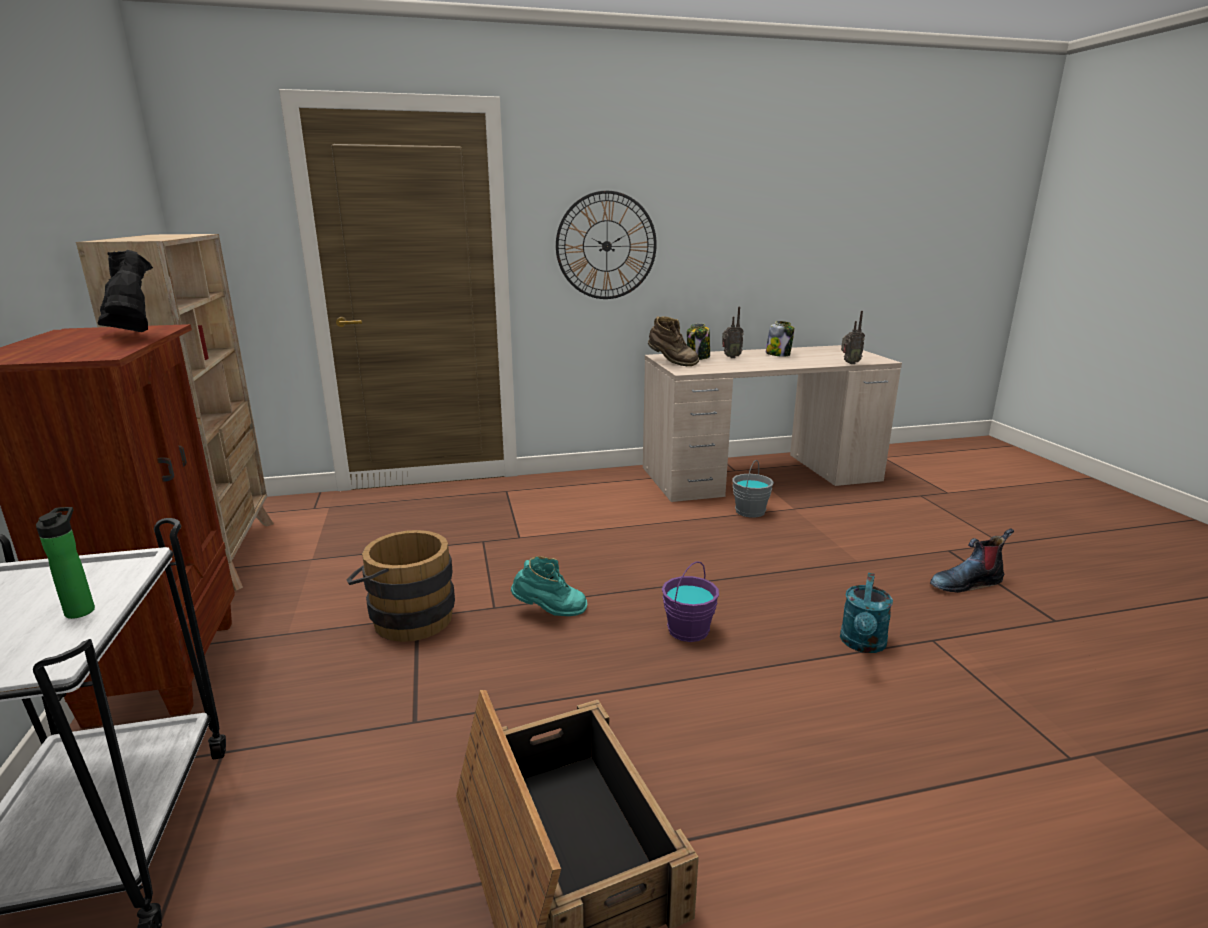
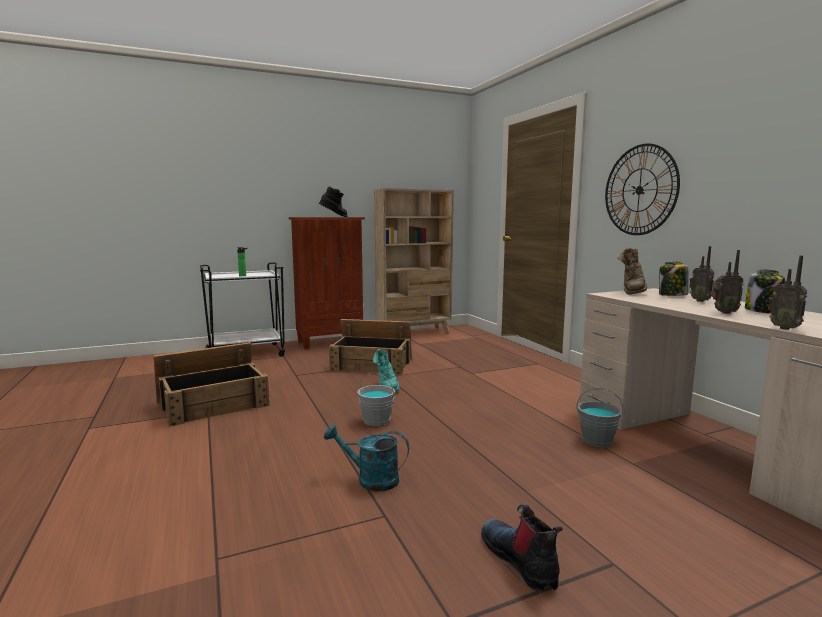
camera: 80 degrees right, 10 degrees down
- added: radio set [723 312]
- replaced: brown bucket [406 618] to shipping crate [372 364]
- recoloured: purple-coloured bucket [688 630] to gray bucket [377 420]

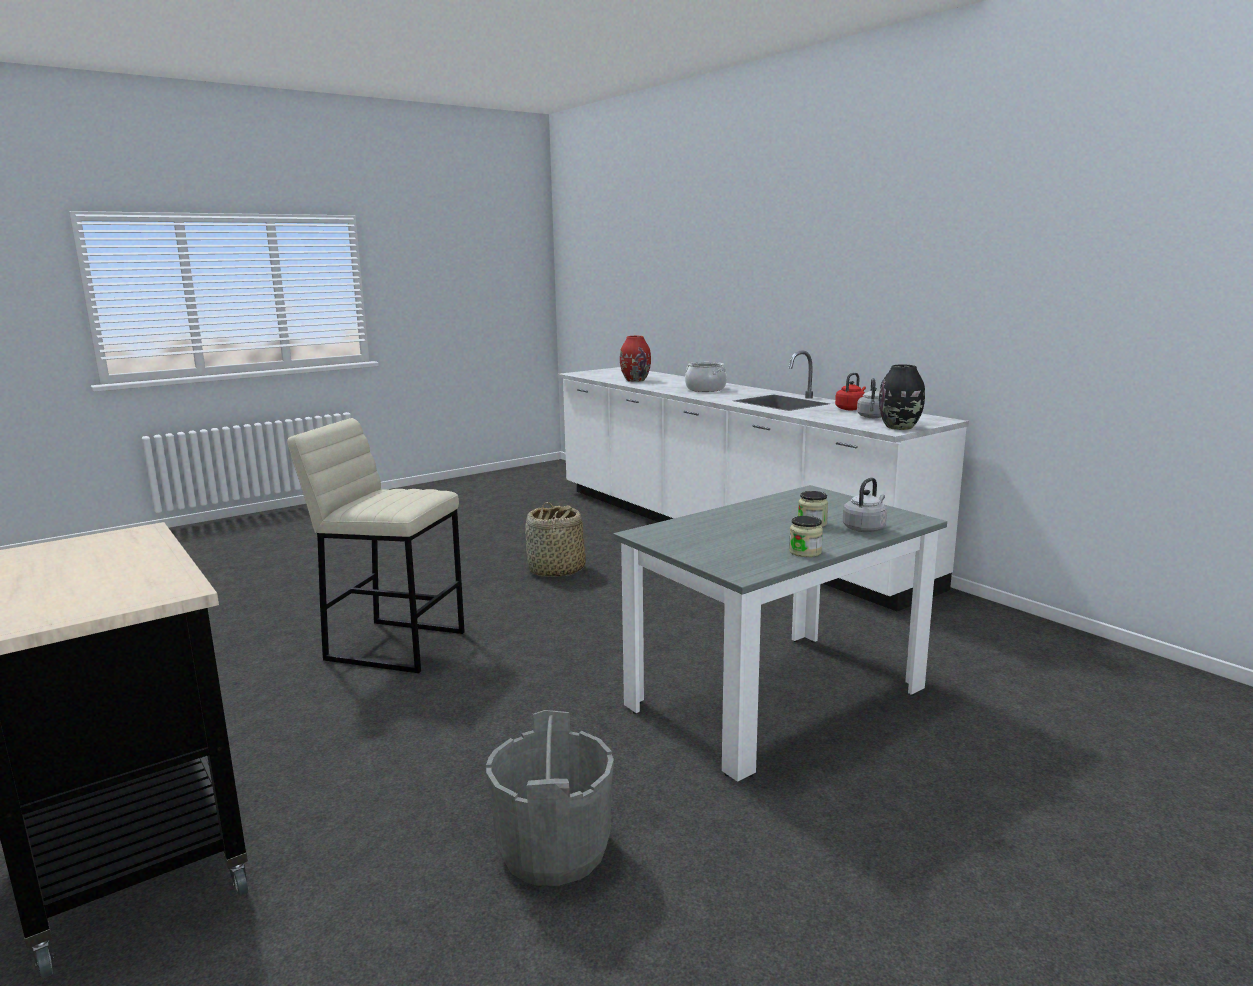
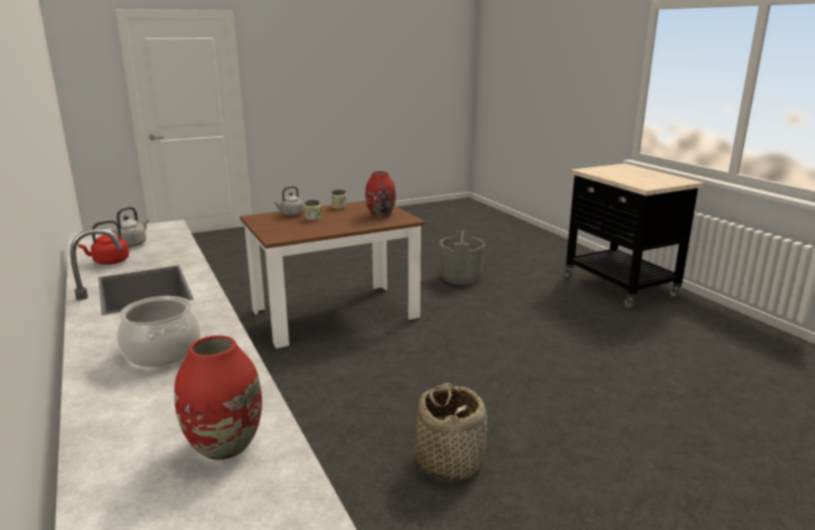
camera: 170 degrees left, 5 degrees up
- removed: sand-coloured stool [392 645]
- removed: black-coloured flower vase [900 427]
- added: red flower vase [380 214]
- recoloured: gray dinner table [776 698] to brown dinner table [335 315]

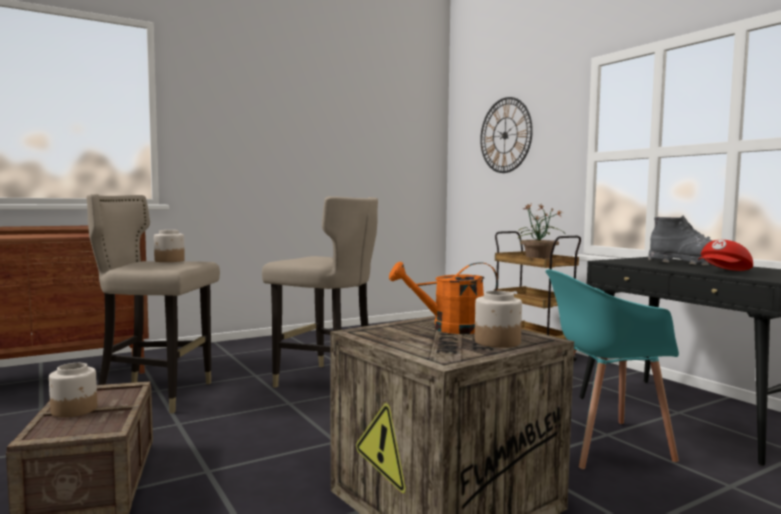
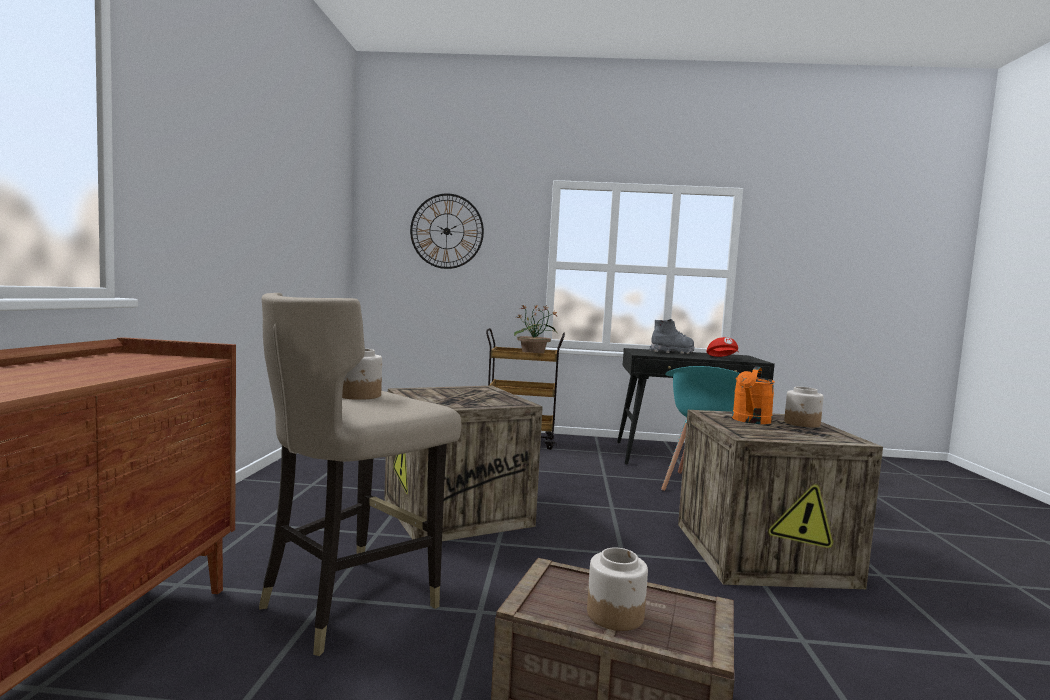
camera: 55 degrees left, 0 degrees up
- replaced: sand-coloured stool [326 381] to shipping crate [459 512]

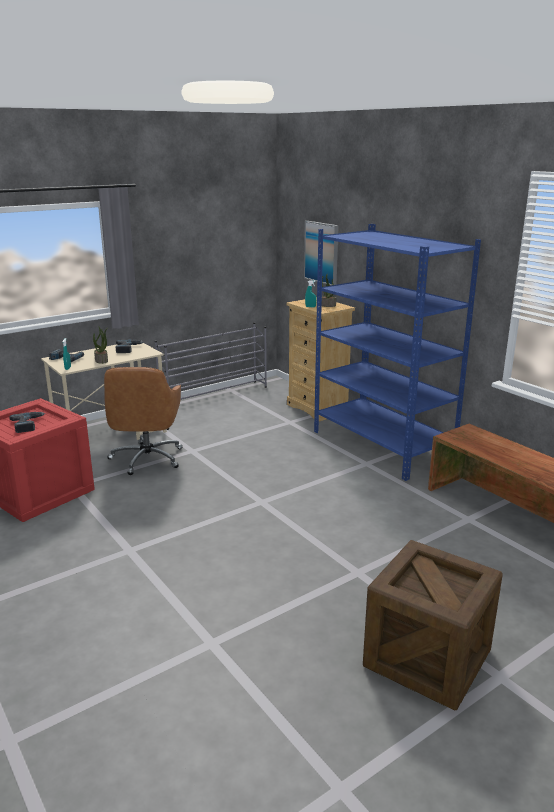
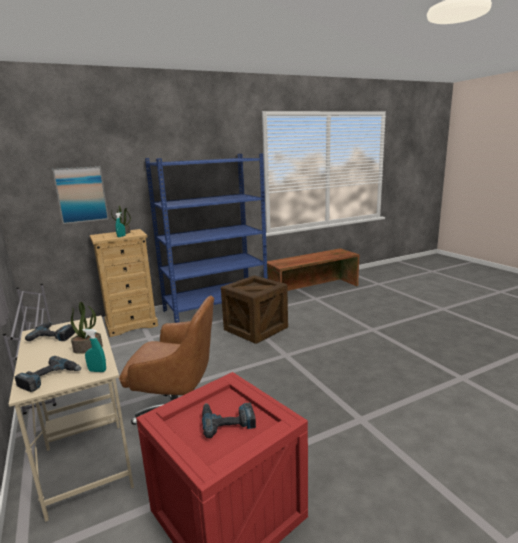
camera: 80 degrees left, 5 degrees down
- moved: shipping crate [427 658] to [256 329]

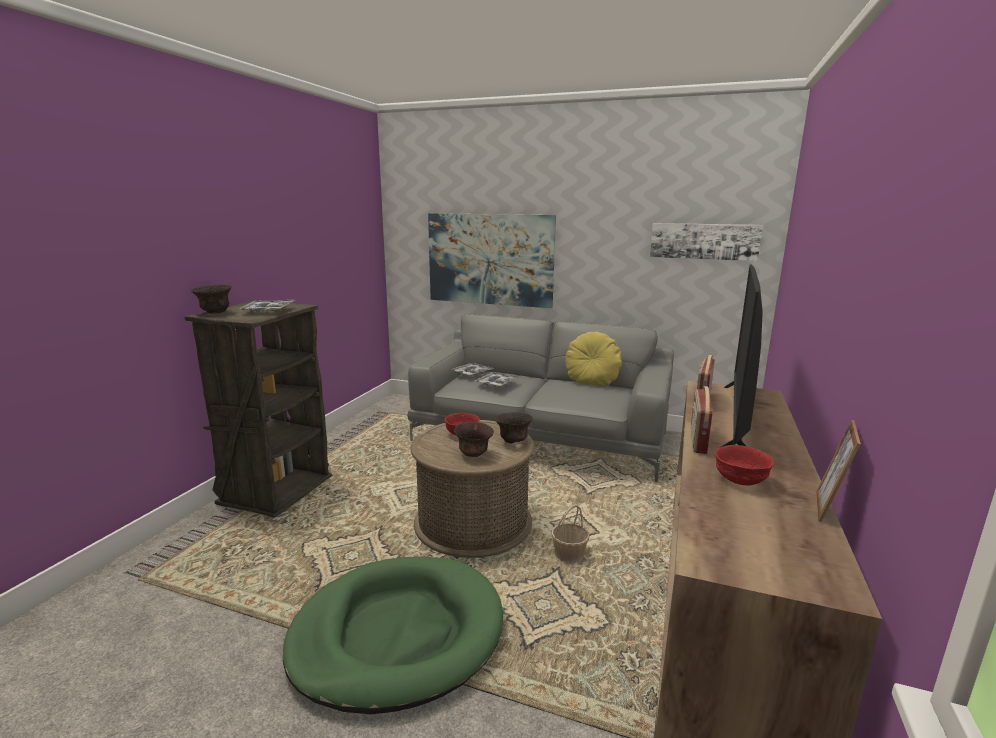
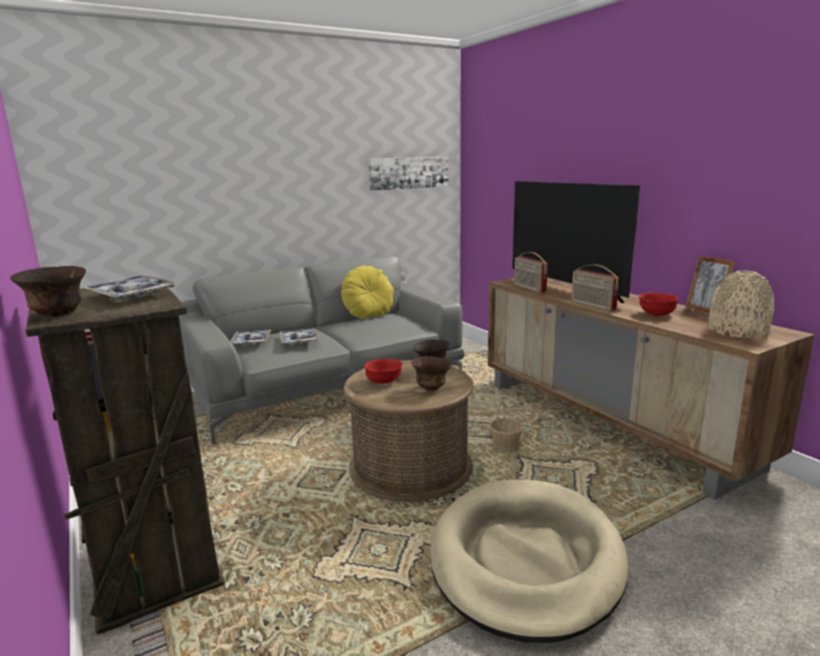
camera: 50 degrees left, 0 degrees up
- removed: picture [490 259]
- added: sand-coloured flower vase [737 330]
- recoloured: greenish pet bed [397 635] to sand-coloured pet bed [525 560]

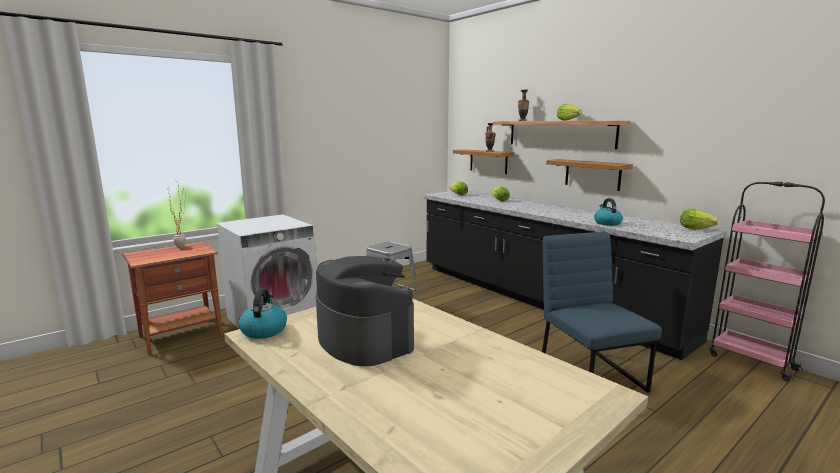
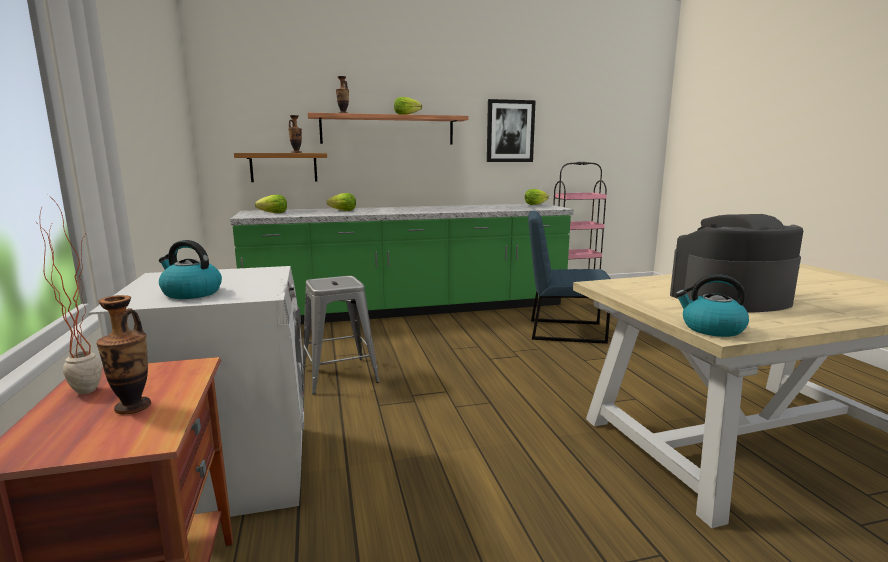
camera: 65 degrees left, 0 degrees up
- removed: wall shelf [592 174]
- added: flower vase [132 407]
- added: picture [510 131]
- moved: tea kettle [607 223] to [191 293]
- recoloured: black-coloured kitchen counter [538 299] to greenish kitchen counter [411 310]

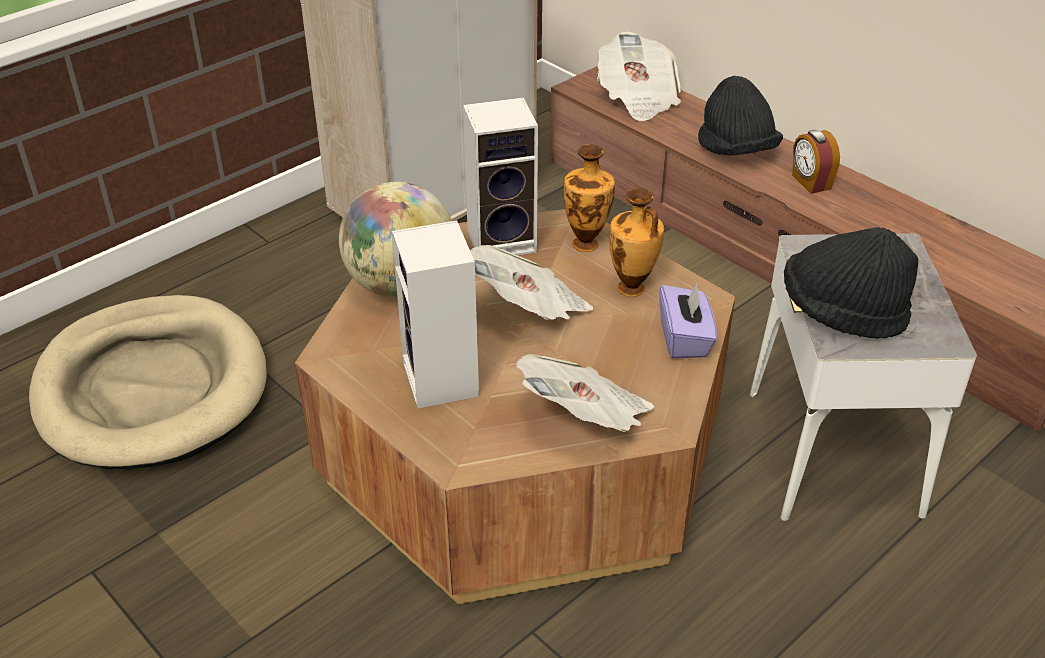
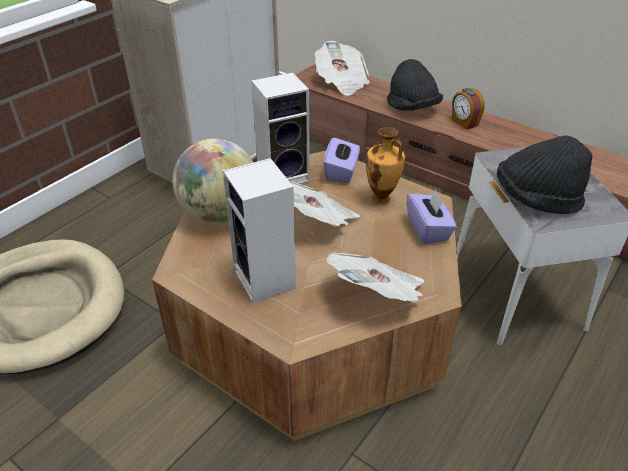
camera: 10 degrees left, 0 degrees up
- replaced: flower vase [586 243] to purple-coloured tissue holder [341 172]

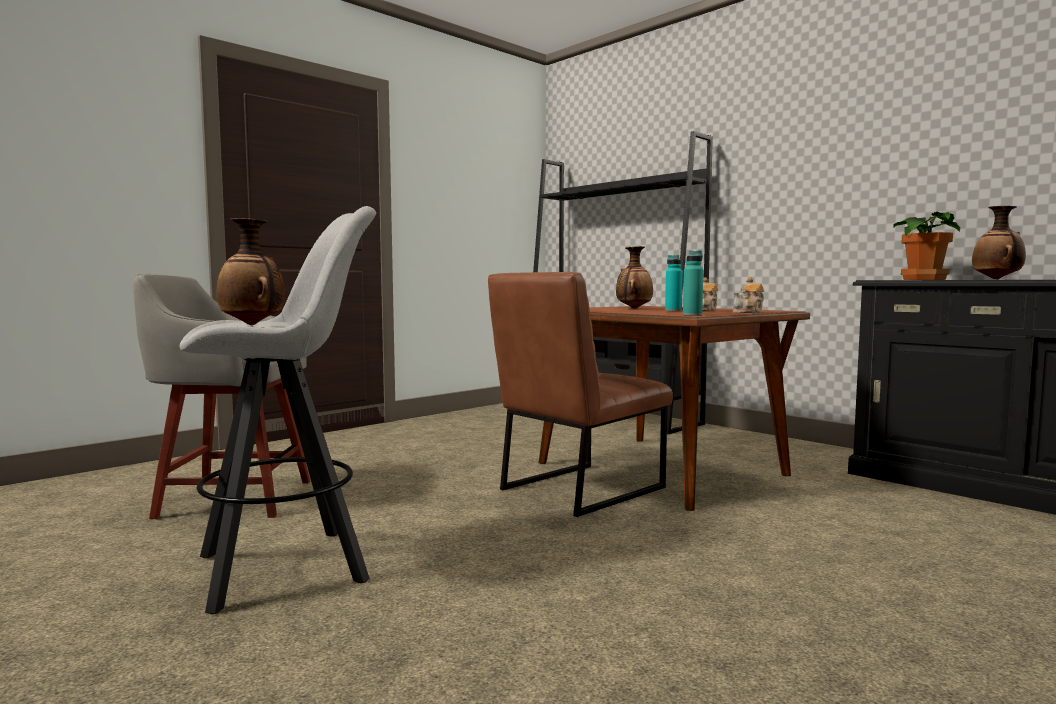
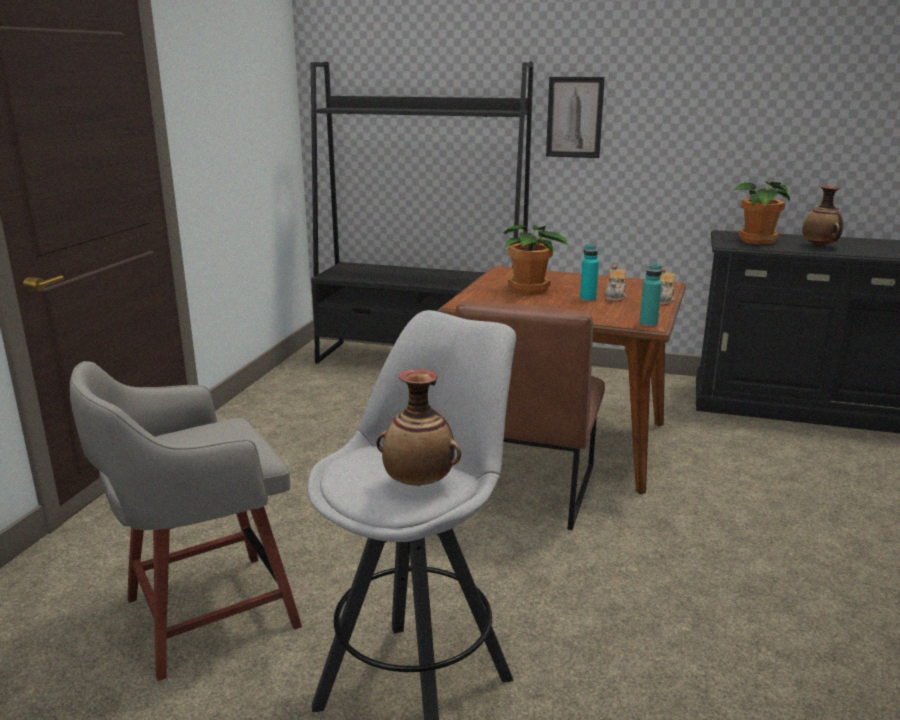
camera: 30 degrees left, 15 degrees up
- added: picture [574 117]
- replaced: flower vase [633 308] to potted plant [530 290]

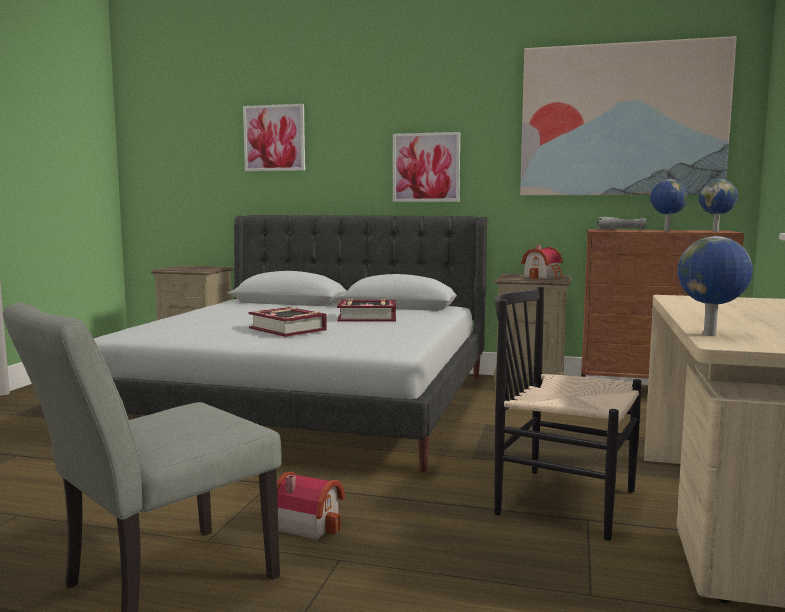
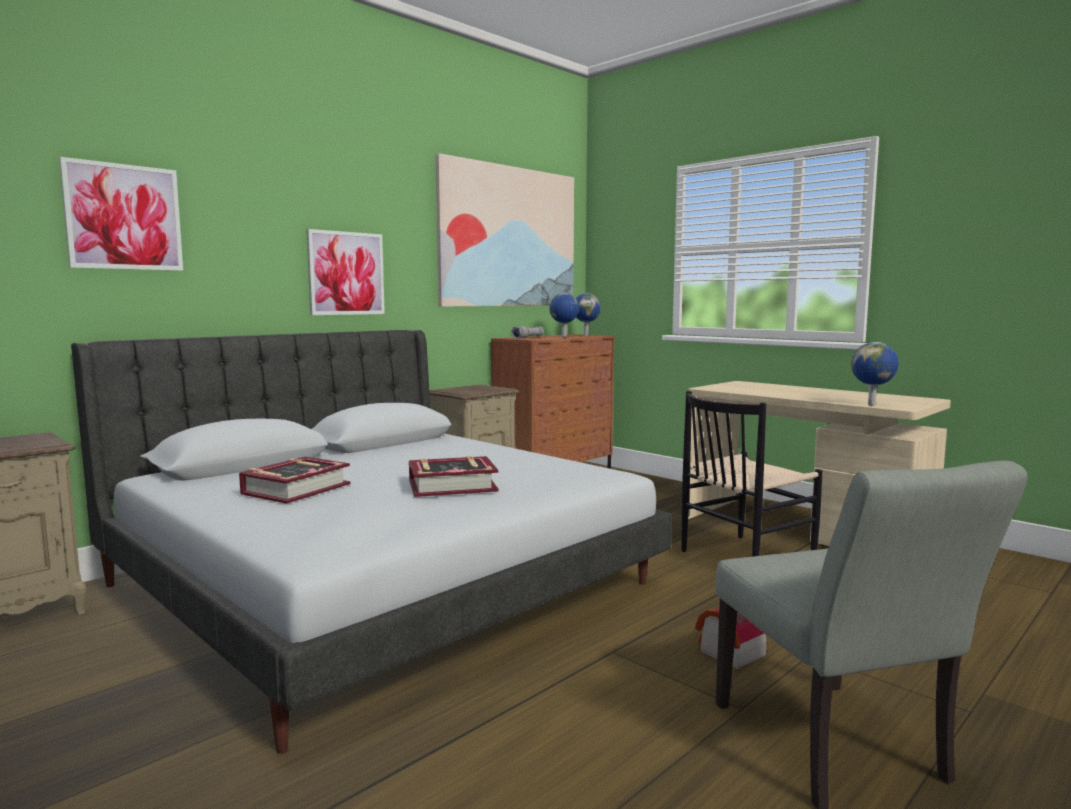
camera: 60 degrees left, 0 degrees up
- removed: toy house [544 277]
- moved: book [367 317] to [296 489]

